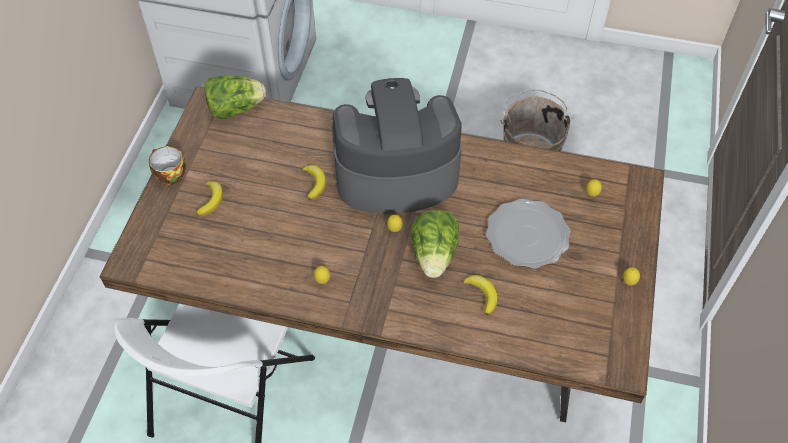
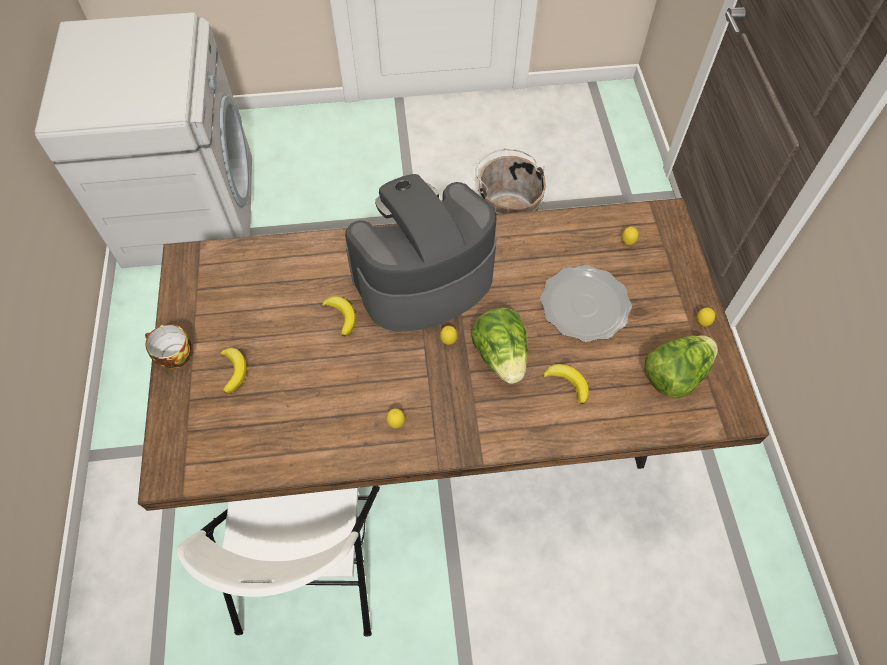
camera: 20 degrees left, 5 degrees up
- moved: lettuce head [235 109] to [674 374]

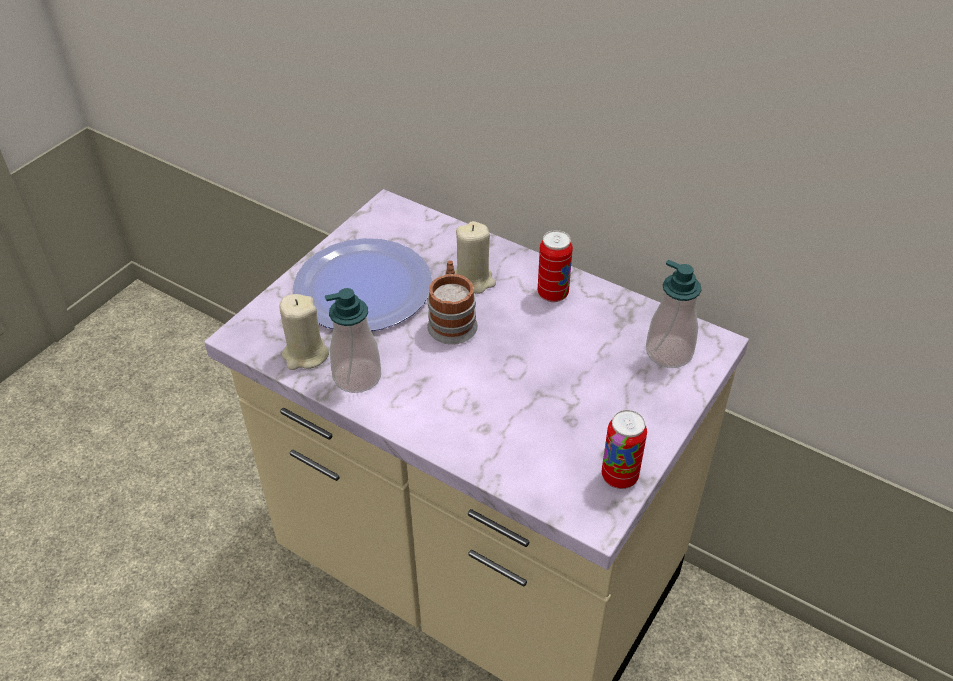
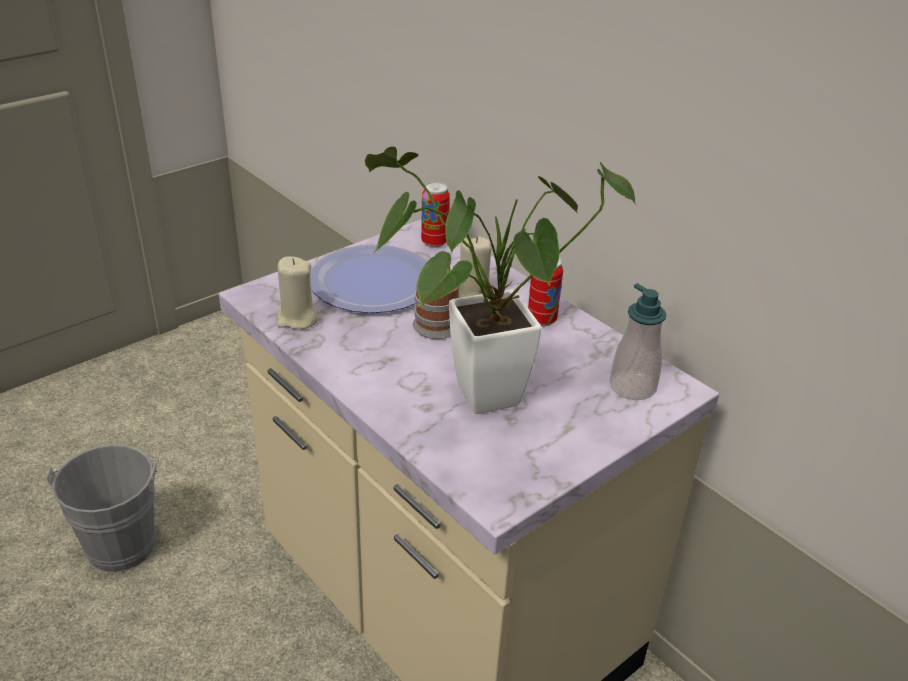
camera: 15 degrees right, 10 degrees down
- removed: soap dispenser [357 377]
- added: gray bucket [123 541]
- added: potted plant [473 398]
- moved: metal can [619 476] to [434 242]

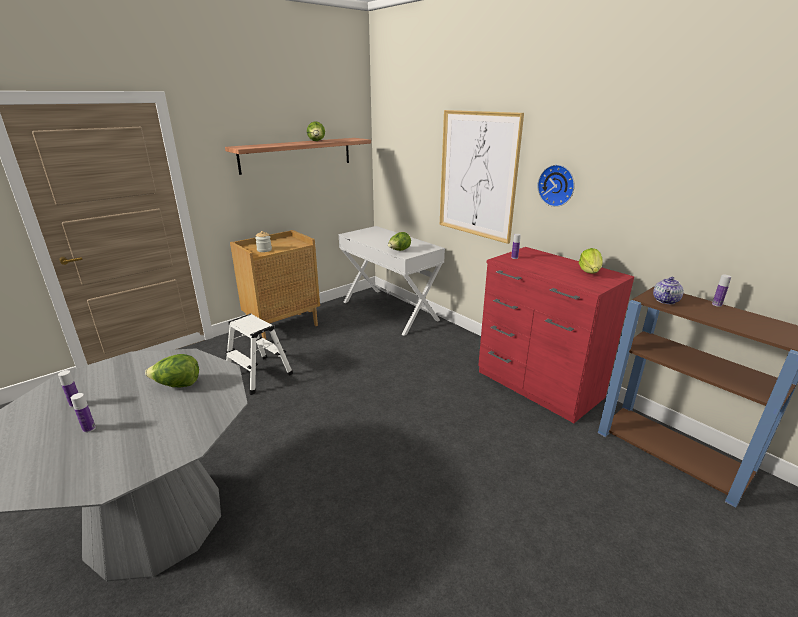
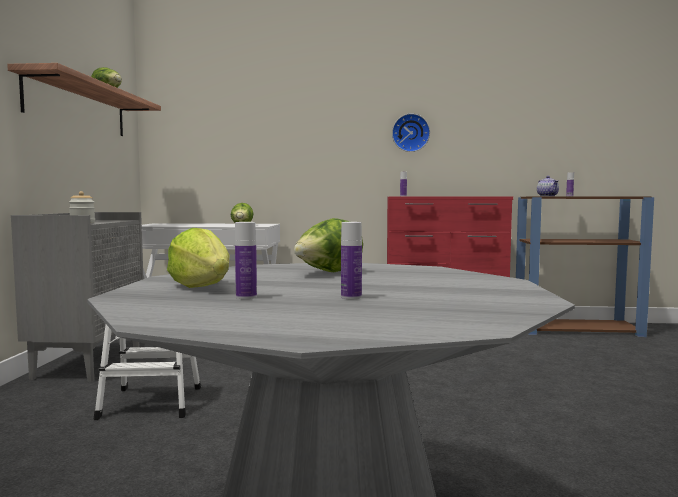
camera: 45 degrees left, 20 degrees down
- removed: picture [477 175]
- moved: lettuce head [590 272] to [202 287]
- recoloured: brown cupboard [284 327] to gray cupboard [89 363]

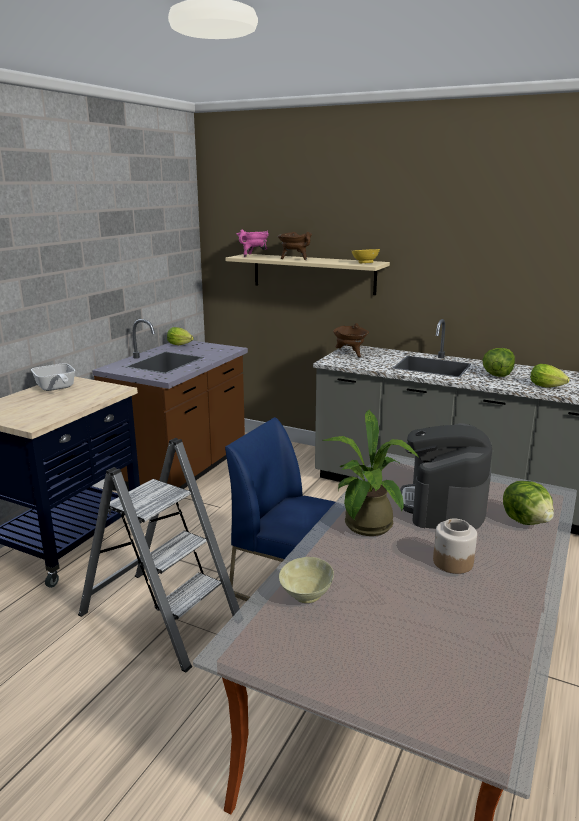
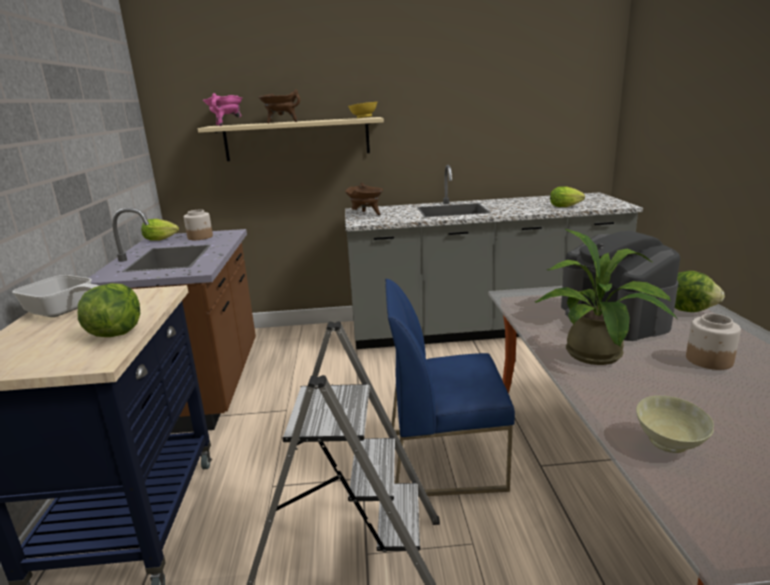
camera: 30 degrees left, 0 degrees up
- added: storage jar [200 237]
- moved: lettuce head [497 375] to [115 333]

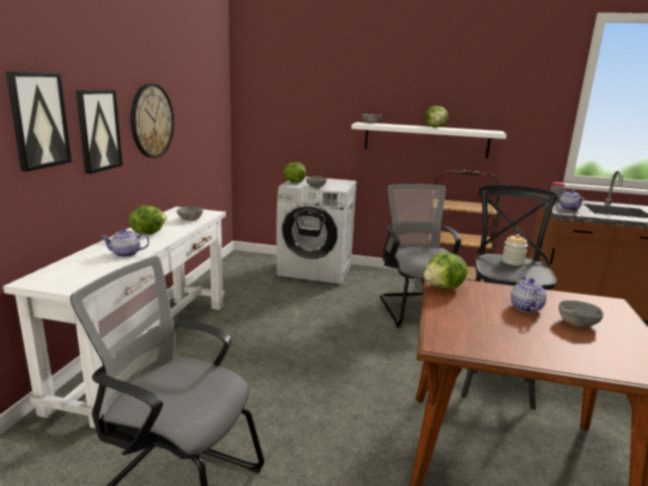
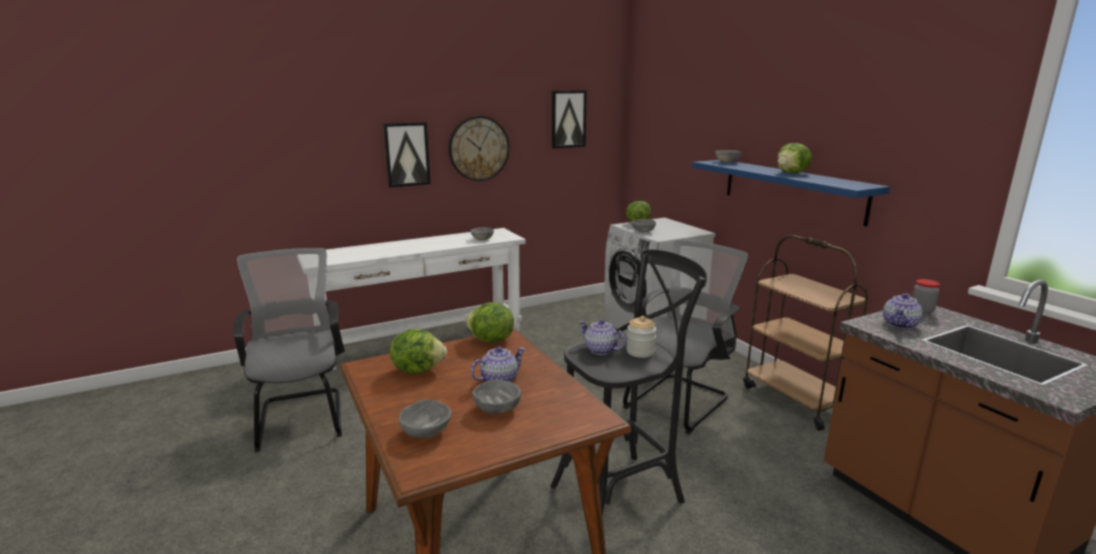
camera: 50 degrees right, 0 degrees up
- added: gray deep dish [426 432]
- moved: picture [38 120] to [568 119]
- moved: teapot [126 254] to [600 350]
- moved: lettuce head [148 233] to [418 369]
- recoloured: whitish wall shelf [426 140] to blue-coloured wall shelf [791 190]

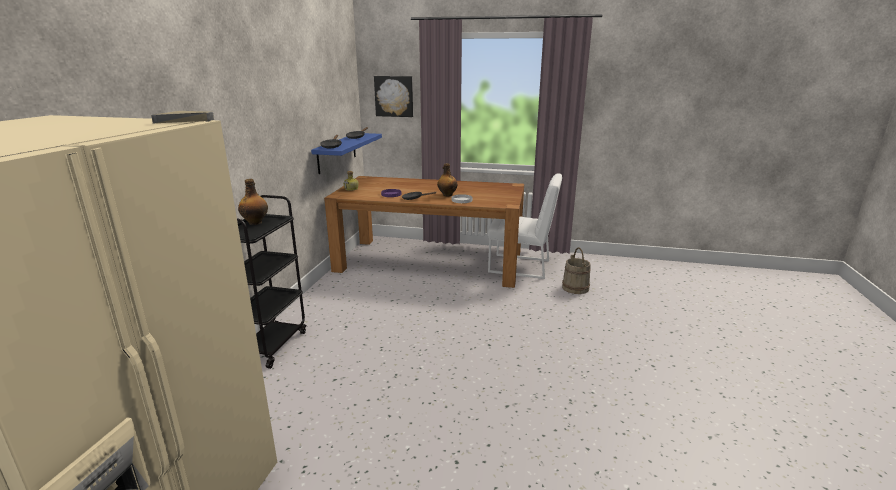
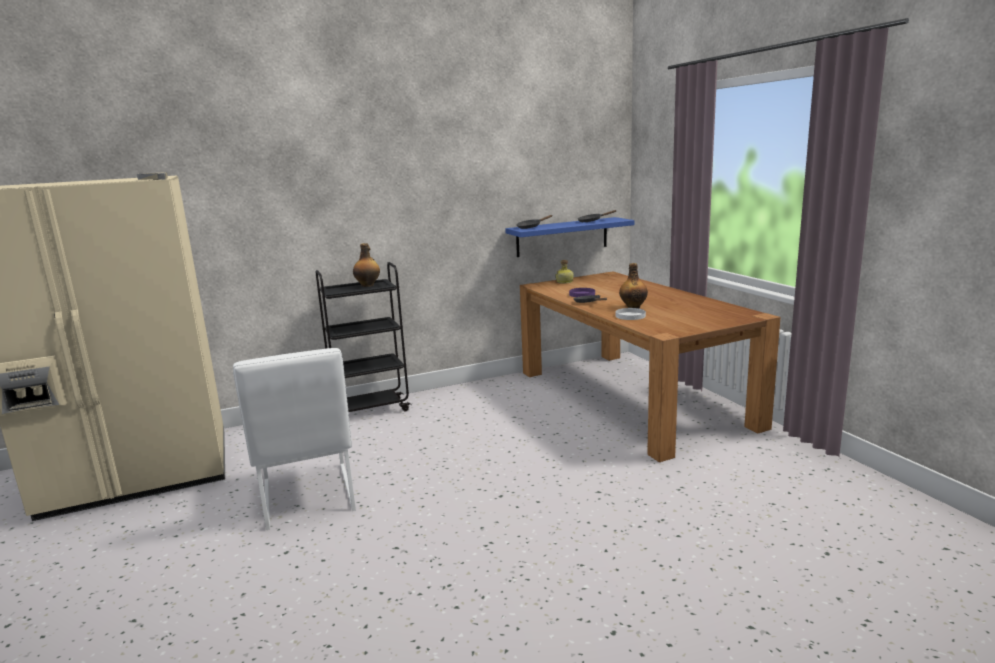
camera: 55 degrees right, 5 degrees down
- removed: picture [394 96]
- removed: sand-coloured bucket [575 288]
- moved: whitish upright chair [521 266] to [307 497]

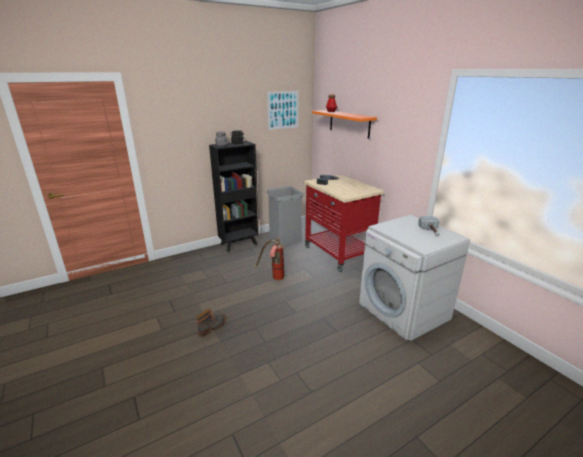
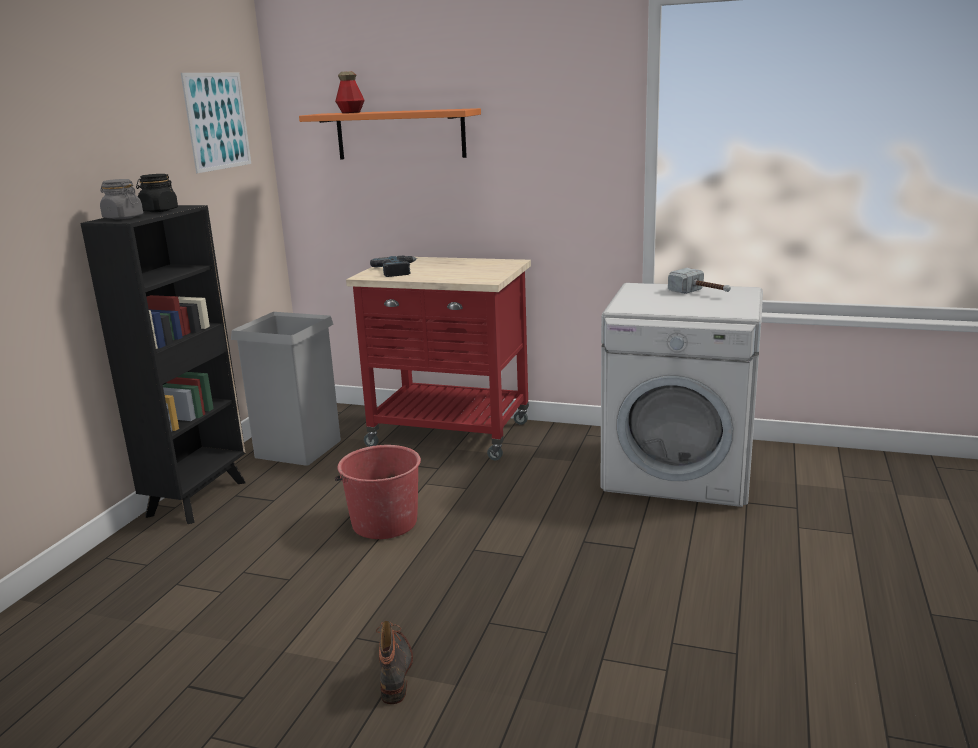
camera: 40 degrees left, 5 degrees down
- replaced: fire-fighting cylinder [273 277] to red bucket [384 522]

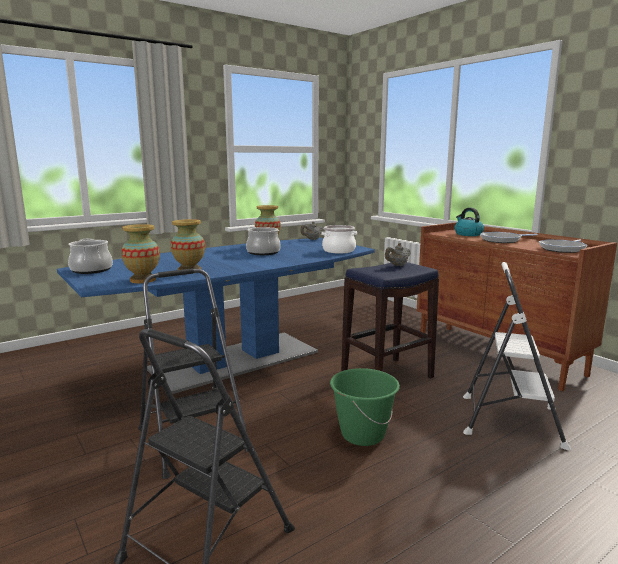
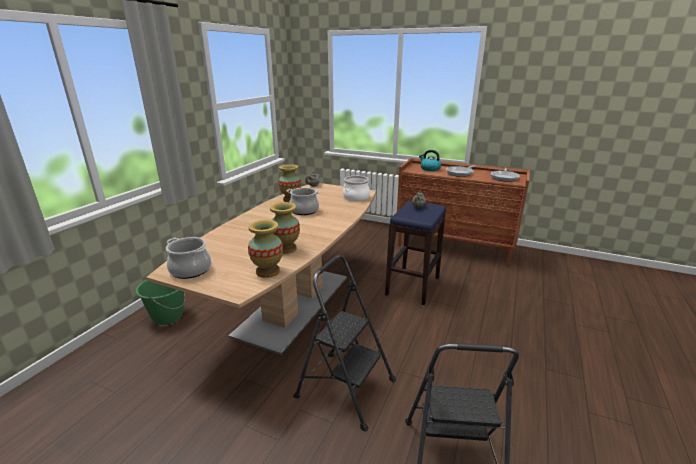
camera: 30 degrees left, 10 degrees up
- removed: whitish stepladder [507 419]
- moved: greenish bucket [362 434] to [168 316]
- recoloured: blue-coloured dinner table [234 360] to brown dinner table [294 304]

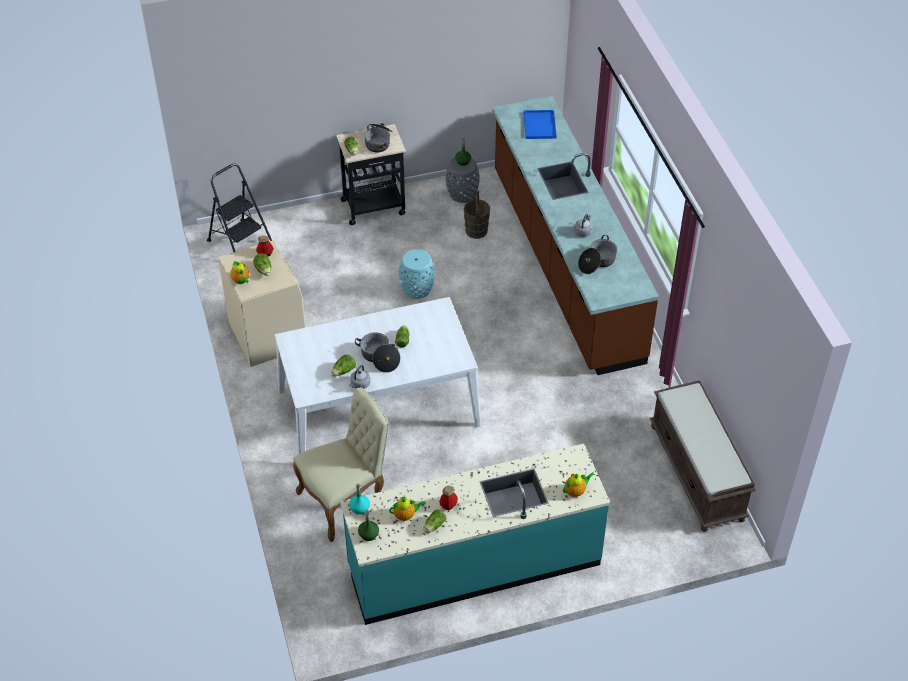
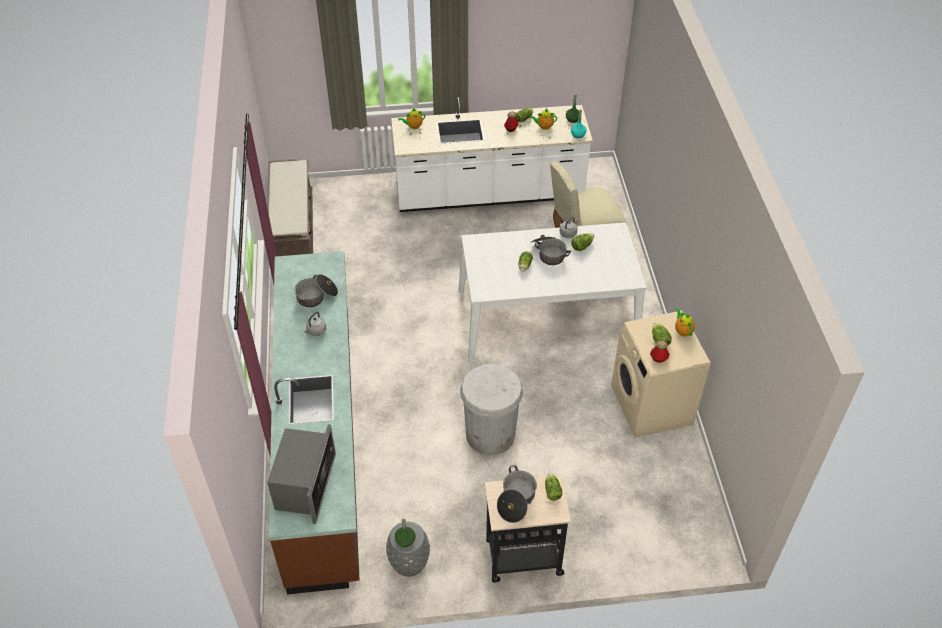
camera: 170 degrees left, 0 degrees up
- removed: black-coloured stepladder [239 241]
- removed: brown bucket [476 230]
- replaced: turquoise stool [416 289] to whitish rubbish bin [490 434]
- replaced: blue-coloured serving tray [540 126] to microwave oven [305 485]
- recoloured: turquoise kitchen counter [474 565] to whitish kitchen counter [489 194]

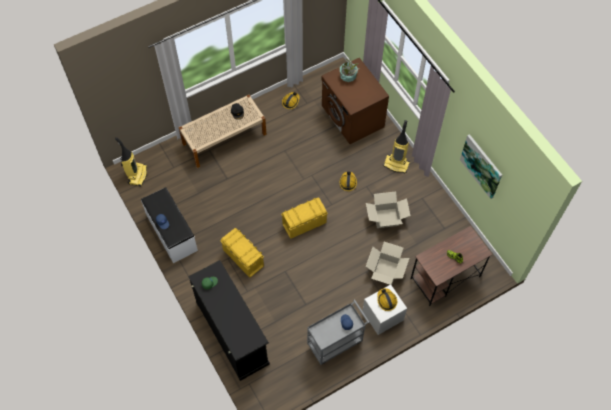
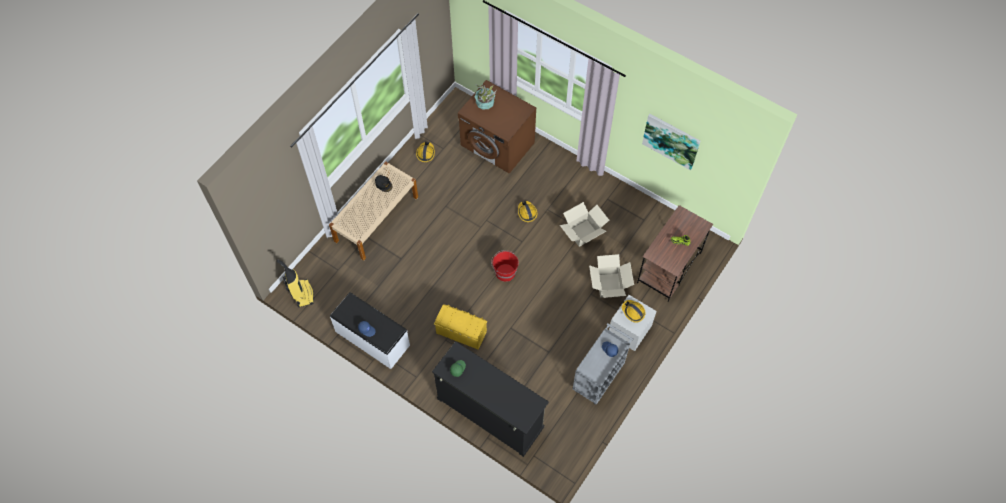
camera: 25 degrees left, 0 degrees up
- removed: hoover [396 164]
- replaced: yellow storage bin [304 224] to red bucket [505 272]

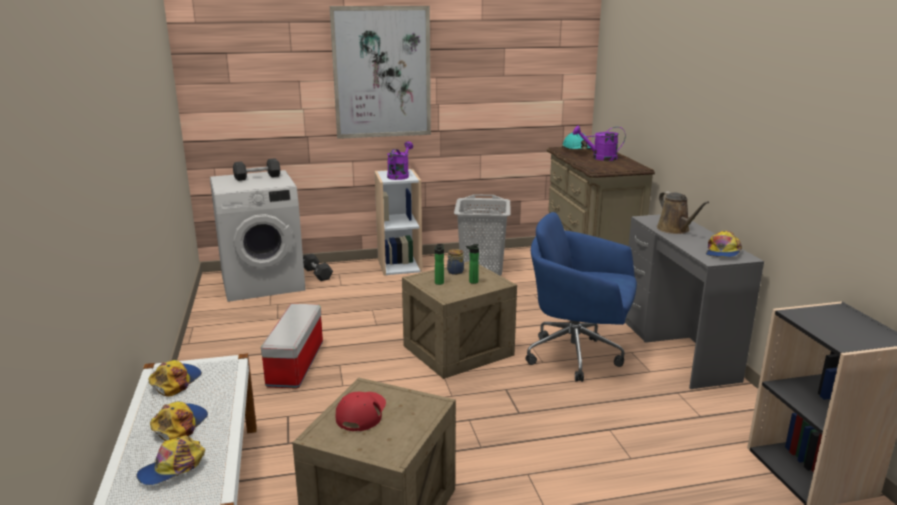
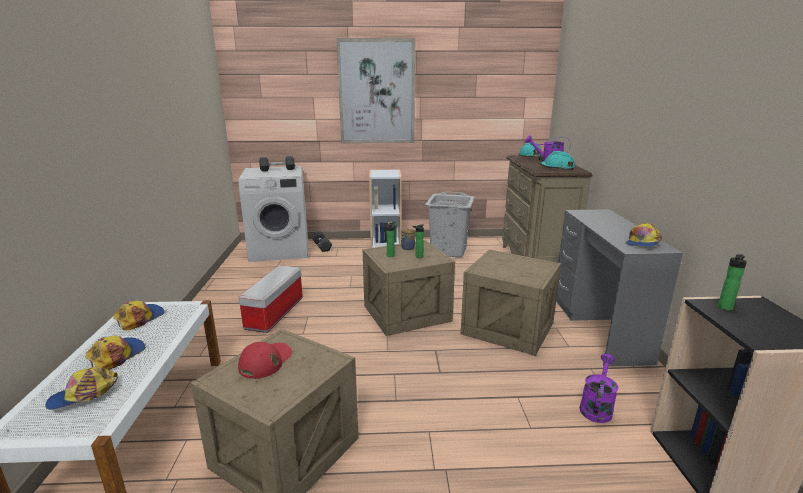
camera: 10 degrees right, 0 degrees up
- removed: brown sprinkling can [675 230]
- added: turquoise hard hat [556 168]
- added: bottle [724 308]
- moved: purple-coloured sprinkling can [399 175] to [596 407]
- replaced: blue-coloured computer chair [578 357] to shipping crate [507 328]

